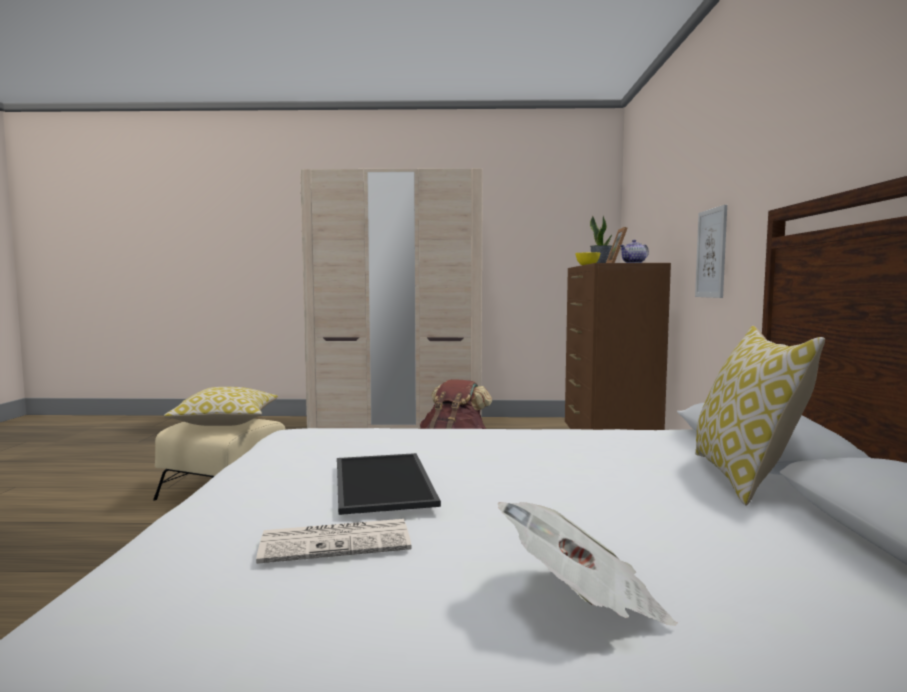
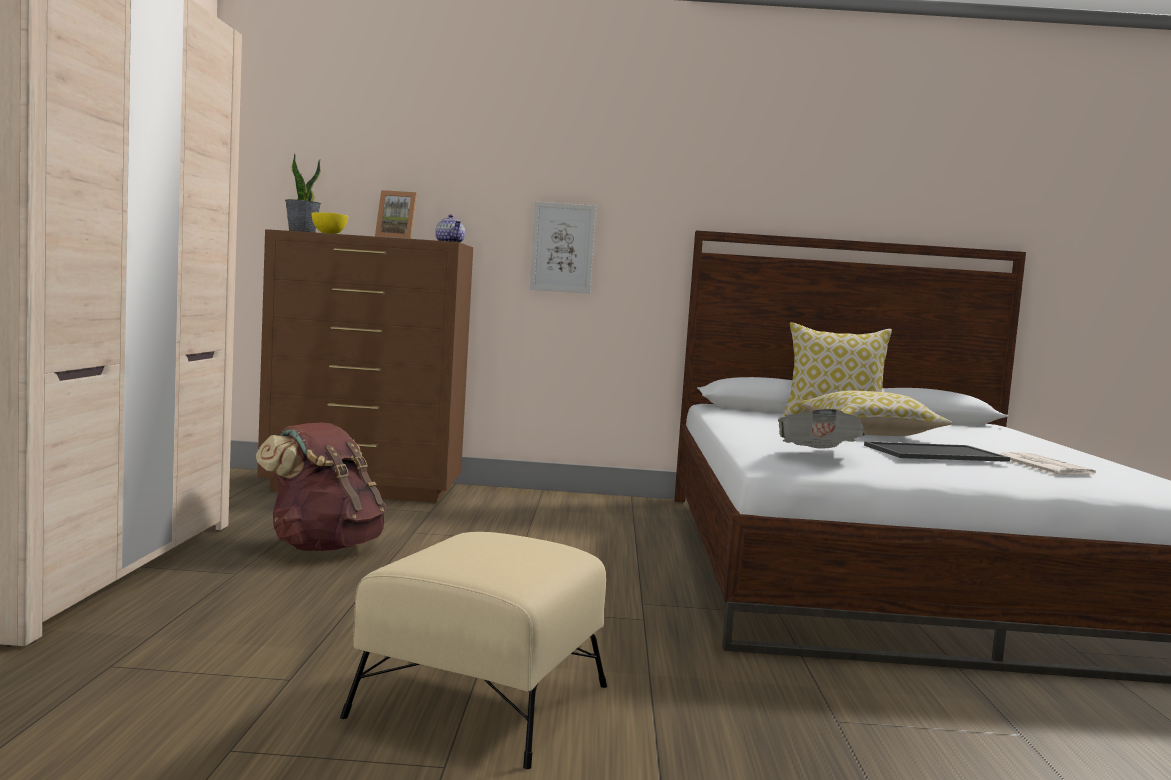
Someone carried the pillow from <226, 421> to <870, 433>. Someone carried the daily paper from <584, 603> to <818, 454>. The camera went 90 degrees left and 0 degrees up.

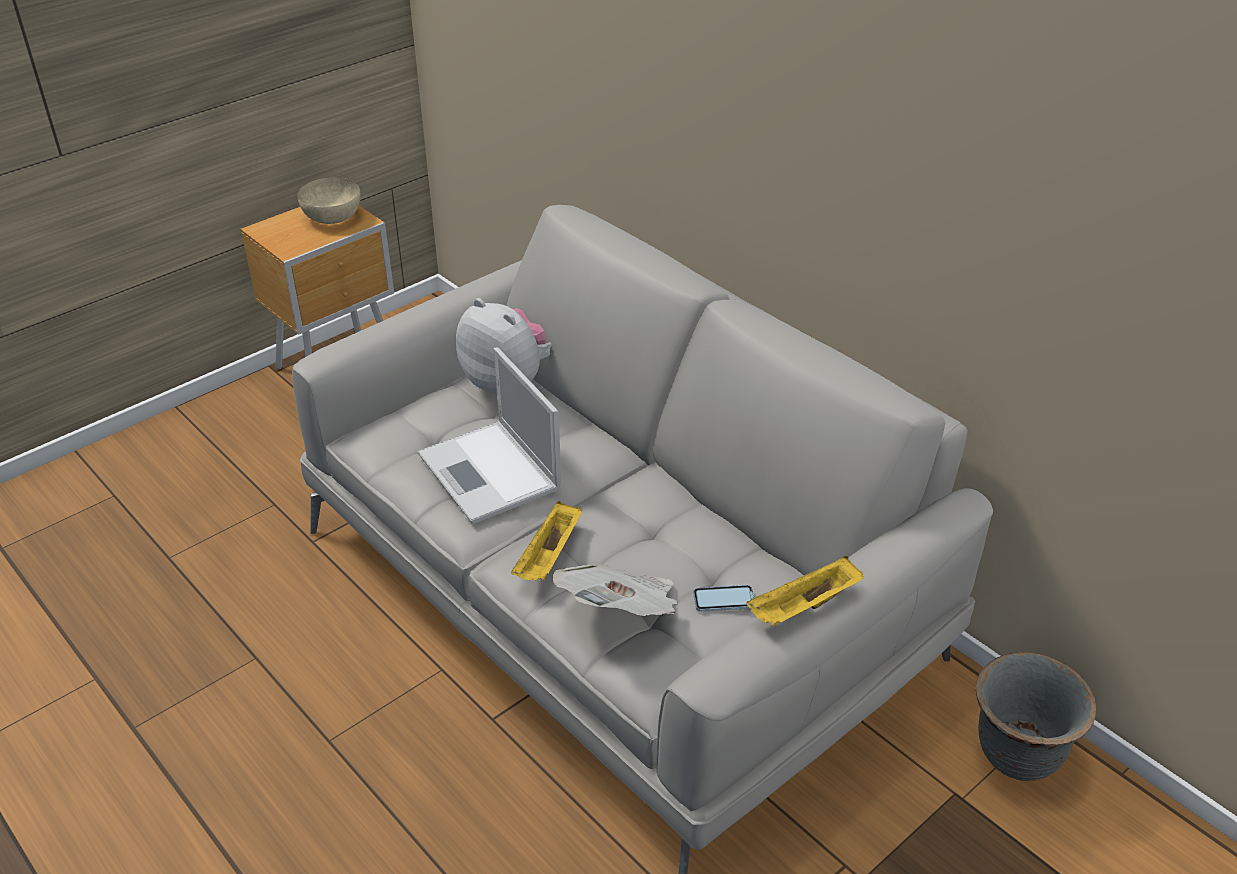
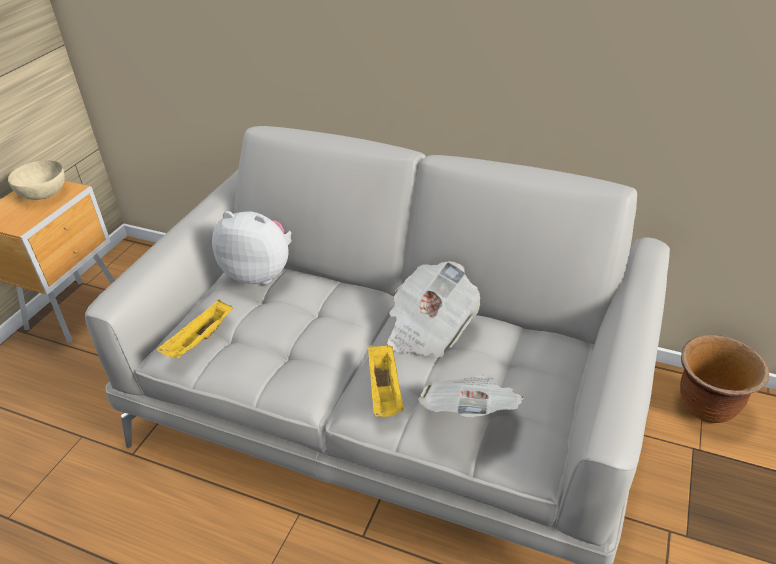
Someone took away the laptop at <491, 473>. Someone carried the yellow-coloured tray from <804, 608> to <200, 340>. Someone took away the phone at <724, 600>. Someone repainted the greyish planter at <1017, 755>, which became the brown planter at <707, 407>. Someone put down the daily paper at <429, 329>. The camera went 25 degrees left and 0 degrees up.

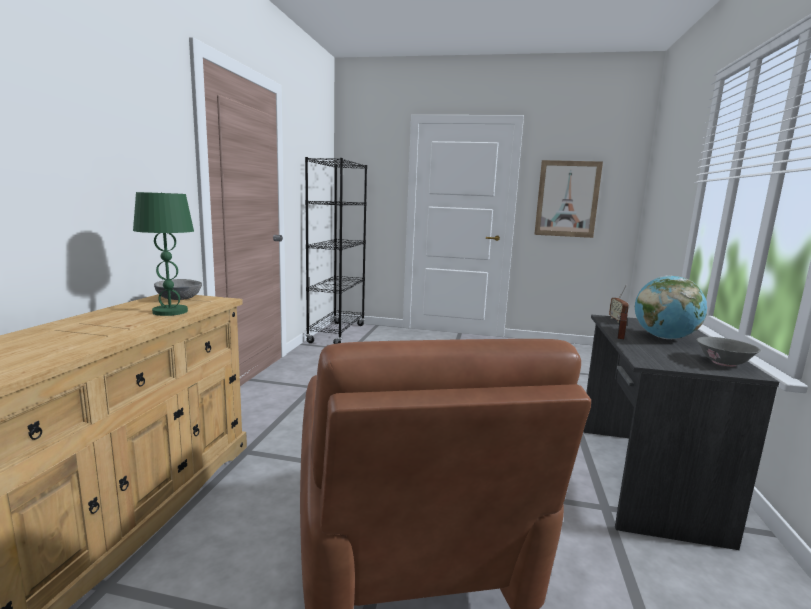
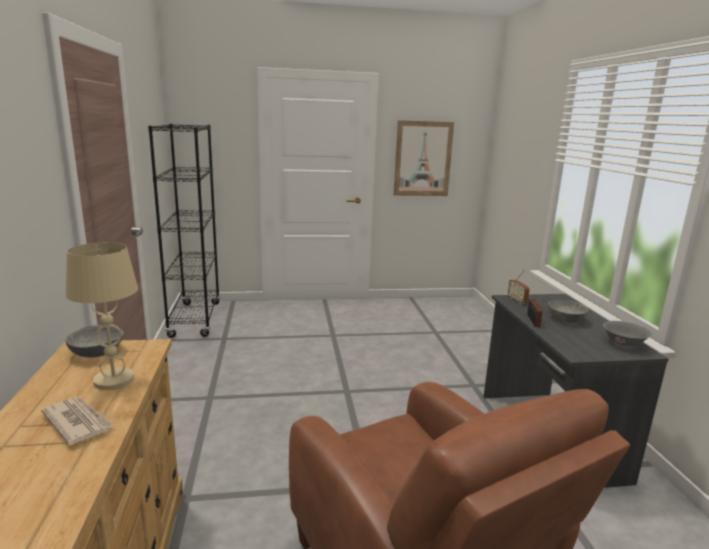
Someone repainted the green-coloured tabletop lamp at <170, 311>, which became the beige tabletop lamp at <114, 380>. Someone swapped the desk globe at <664, 338> for the greyish serving bowl at <565, 319>. Someone put down the daily paper at <78, 422>. The camera went 20 degrees left and 5 degrees up.

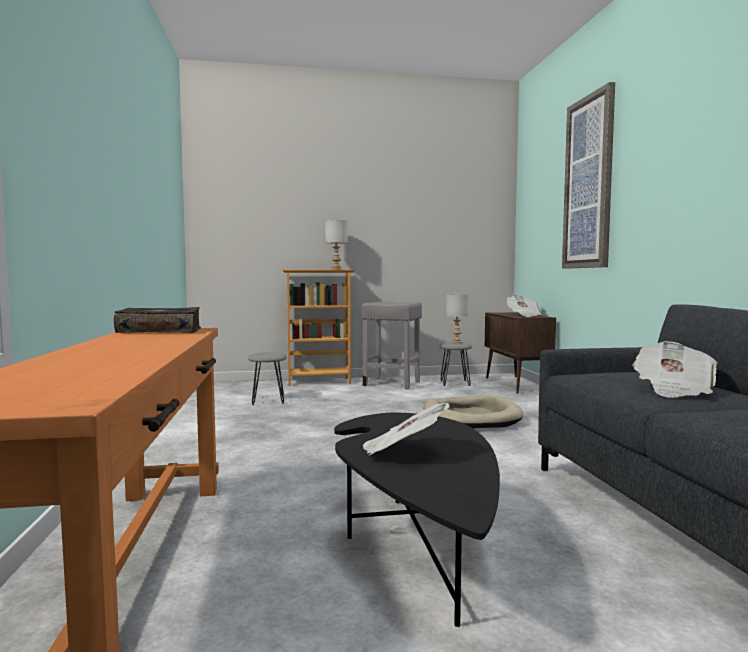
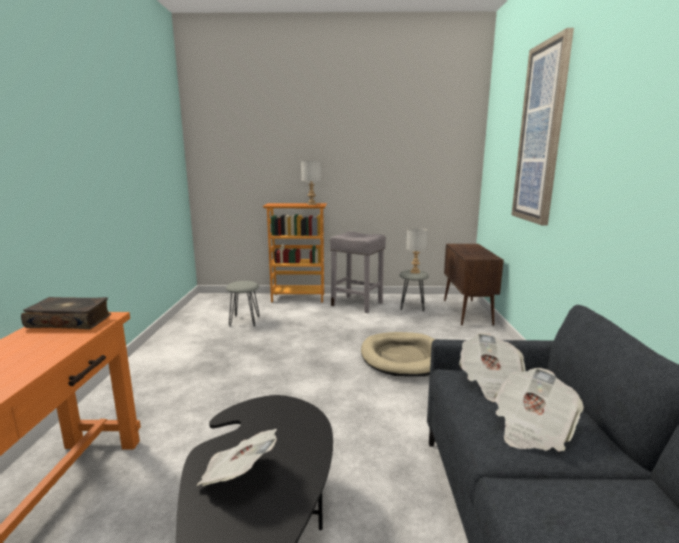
Someone carried the daily paper from <523, 315> to <491, 383>. The camera went 10 degrees right and 10 degrees up.

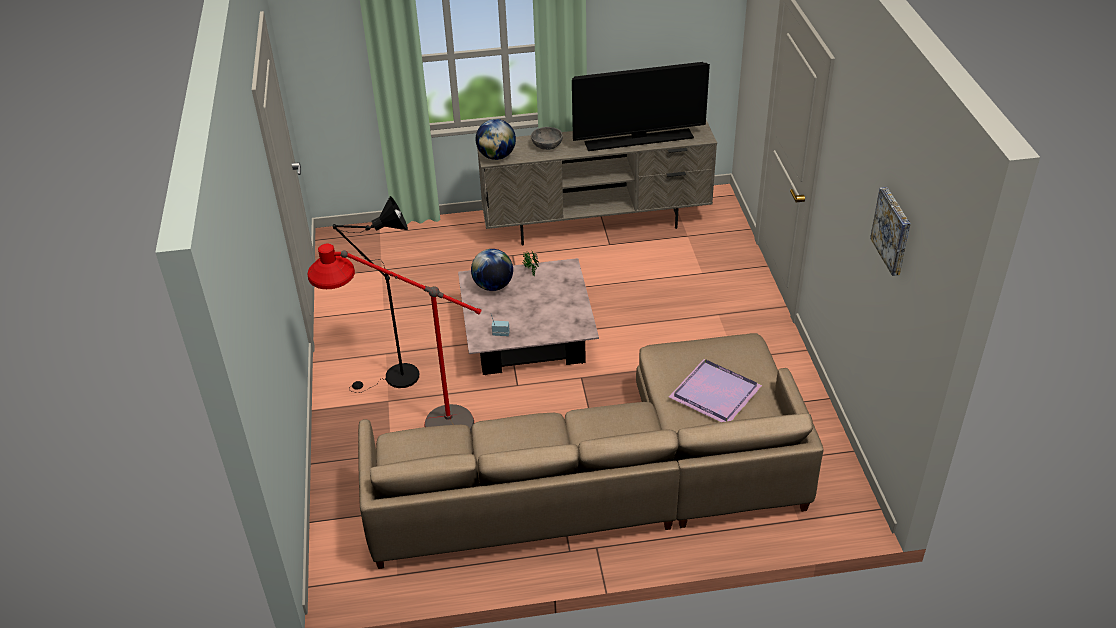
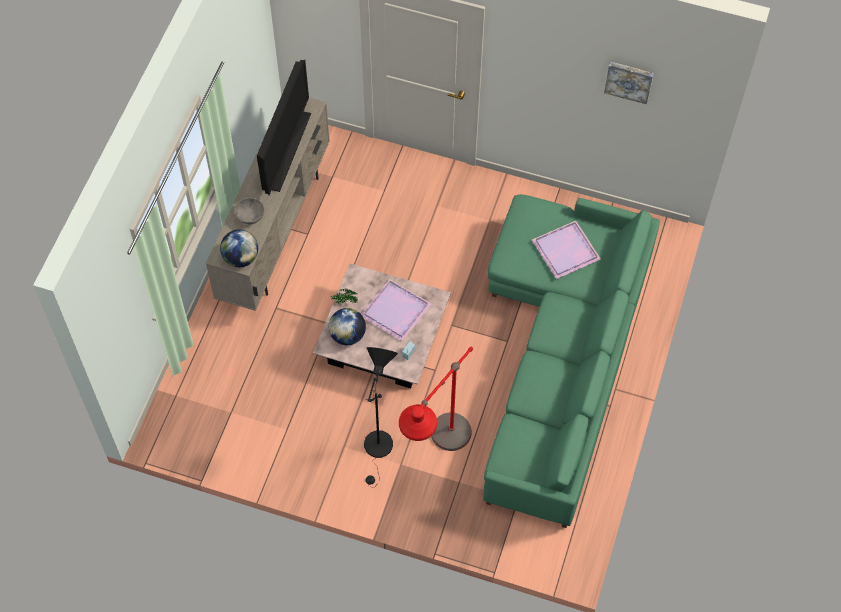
Someone repainted the beige settee at <610, 479>, which became the green-coloured settee at <561, 354>. Someone put down the purple-coloured tray at <396, 312>. The camera went 65 degrees left and 20 degrees up.

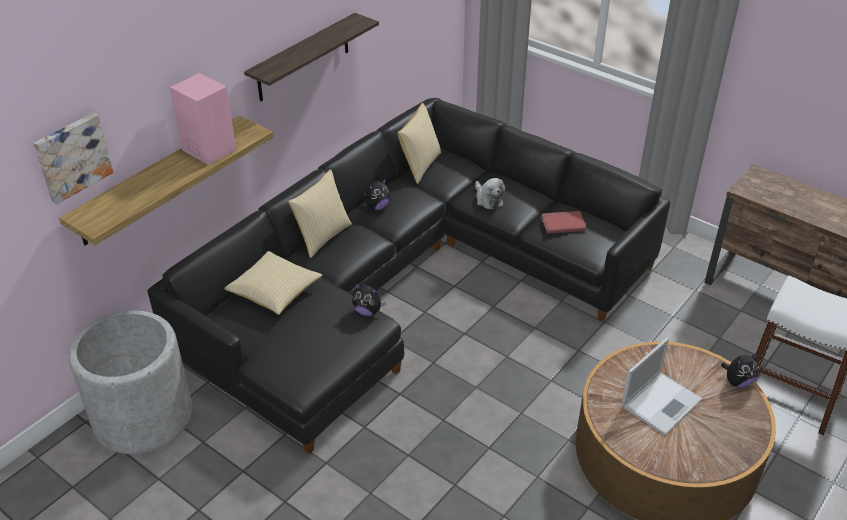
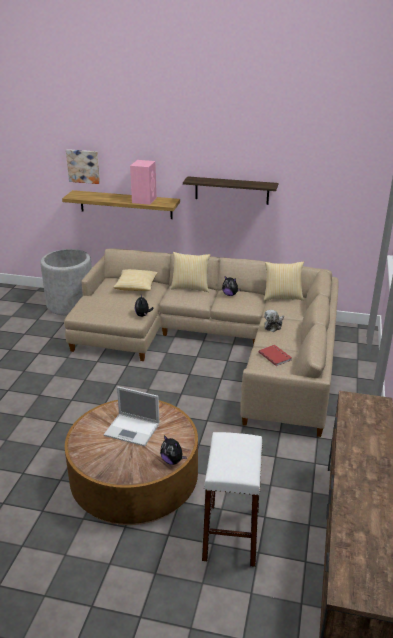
Someone repainted the black settee at <405, 282>, which became the beige settee at <216, 344>. The camera went 65 degrees right and 10 degrees down.

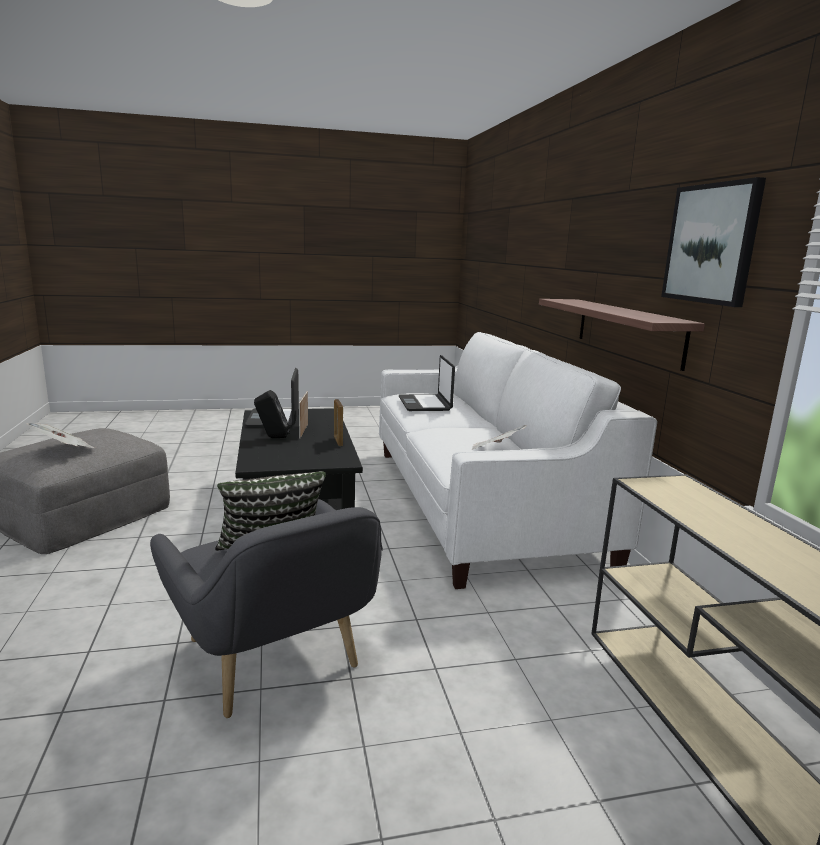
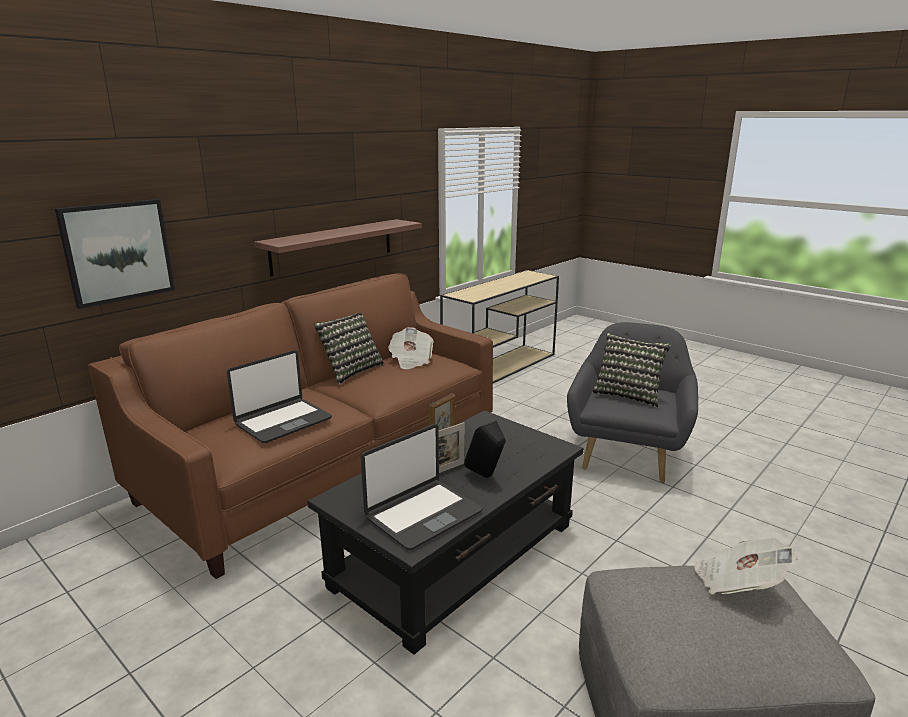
Someone carried the picture from <711, 244> to <117, 251>. Someone repainted the white settee at <477, 502>, which became the brown settee at <325, 465>. Someone put down the pillow at <351, 371>. The camera went 125 degrees left and 5 degrees up.

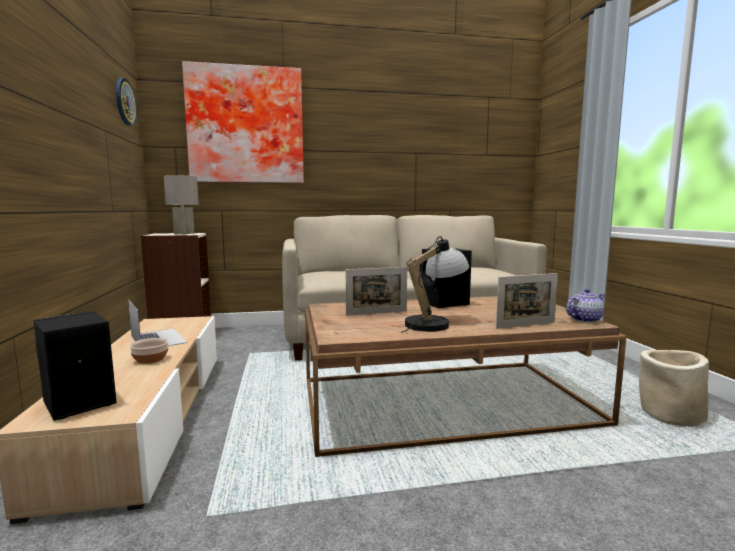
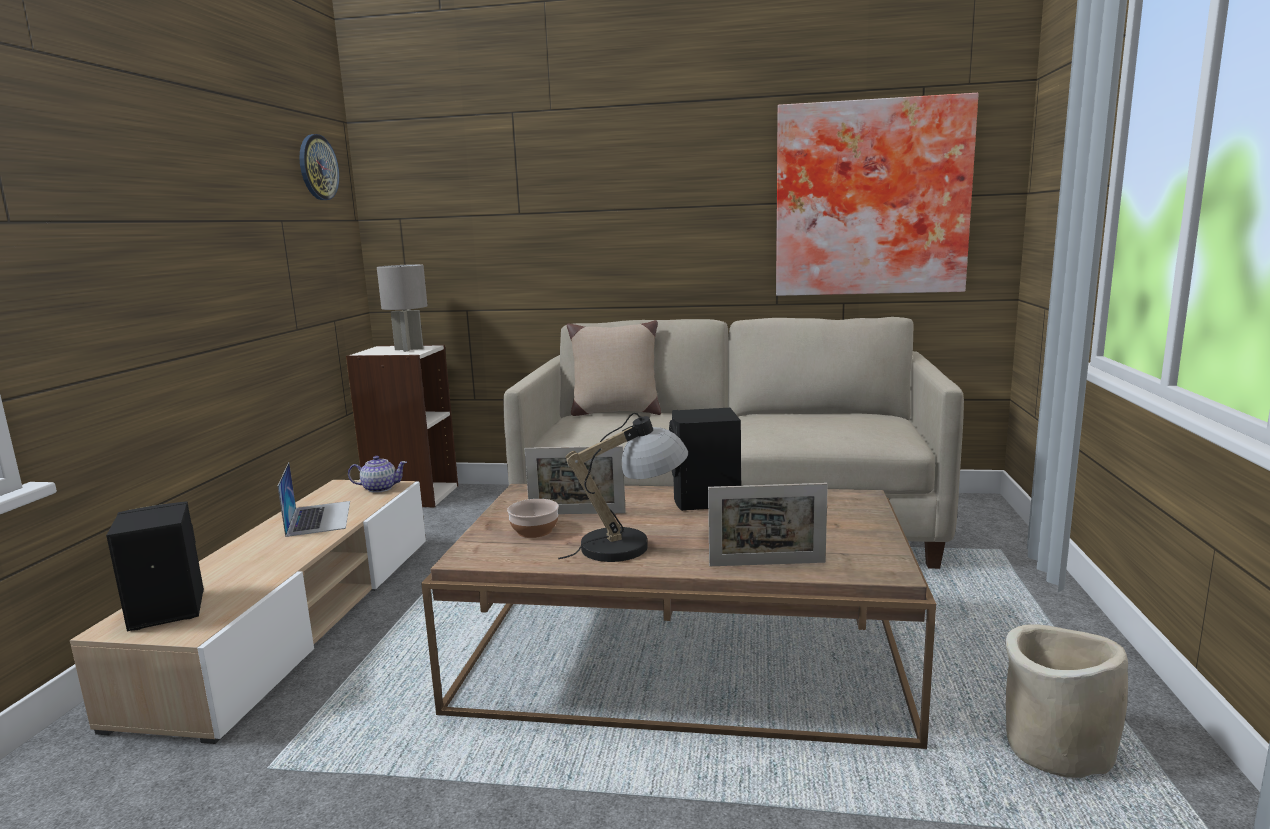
Someone carried the picture from <246, 126> to <870, 199>. Someone carried the pot for tea from <584, 319> to <379, 488>. Someone carried the serving bowl from <150, 359> to <534, 530>. Someone put down the beige pillow at <615, 412>. The camera went 20 degrees right and 5 degrees up.

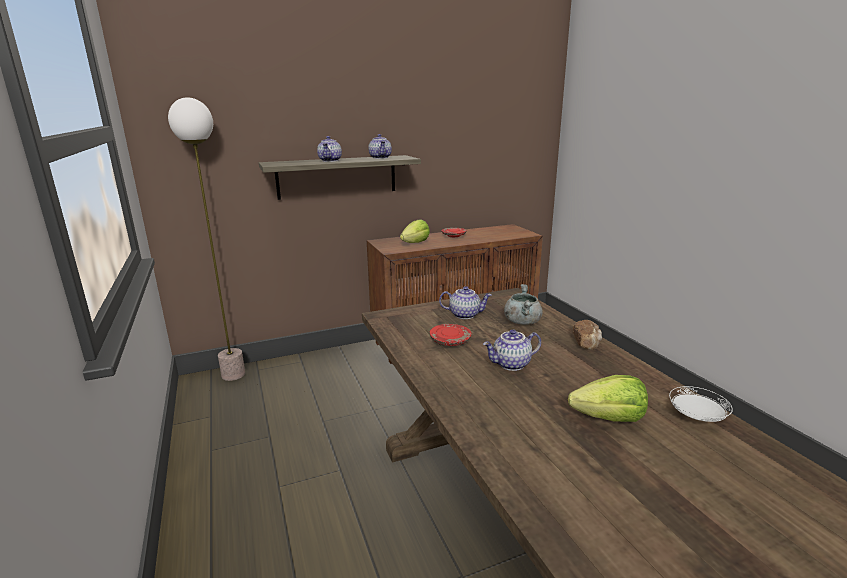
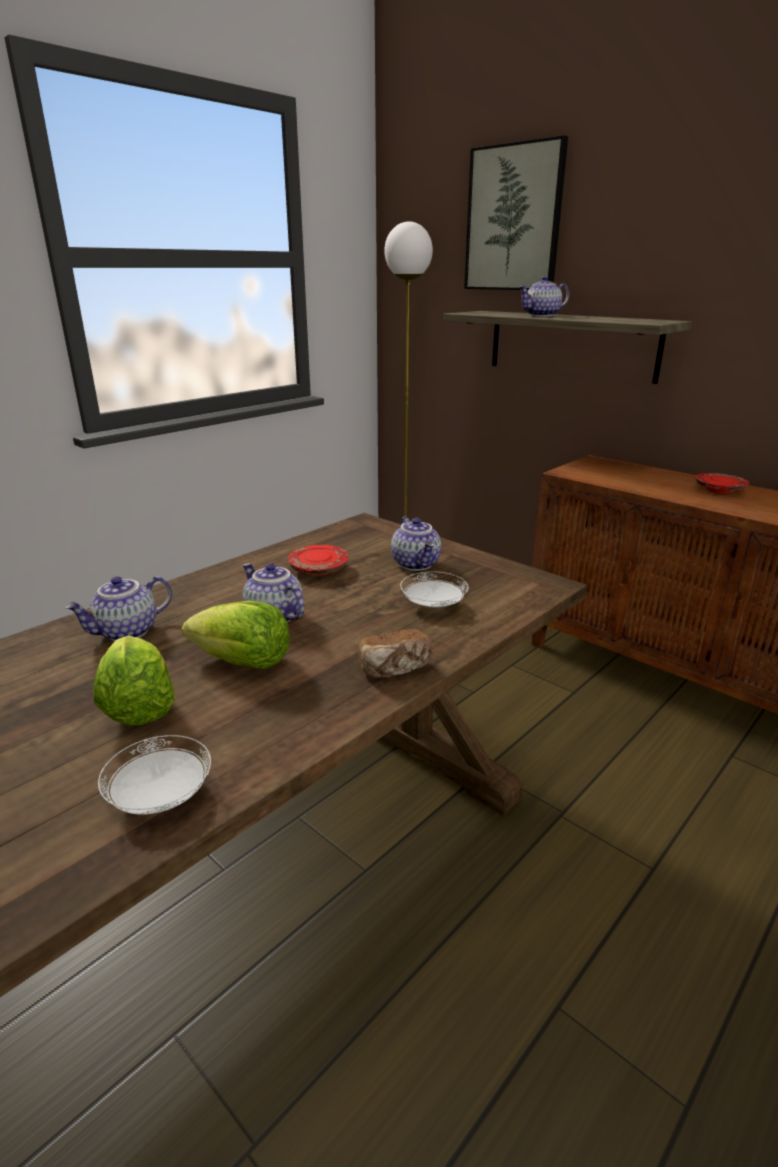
Someone carried the pot for tea from <381, 157> to <127, 632>. Someone carried the lettuce from <415, 243> to <242, 662>. Someone swapped the greyish saucepot at <522, 321> for the white flat dish at <434, 605>. Someone put up the picture at <514, 219>. The camera went 65 degrees right and 5 degrees up.

